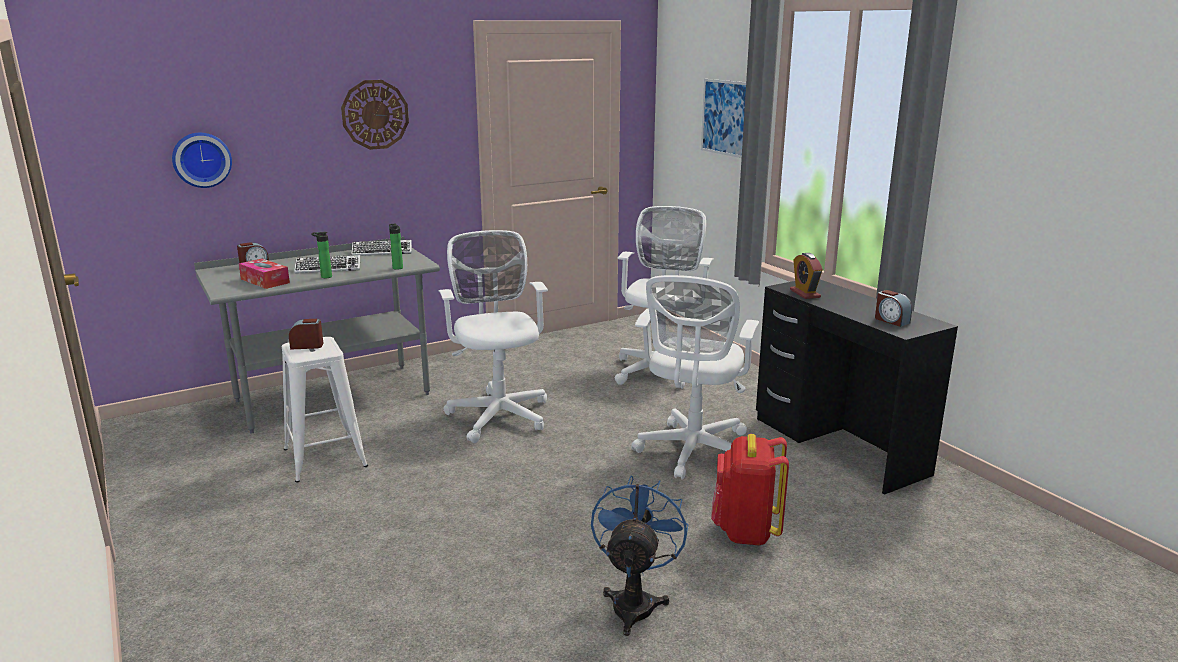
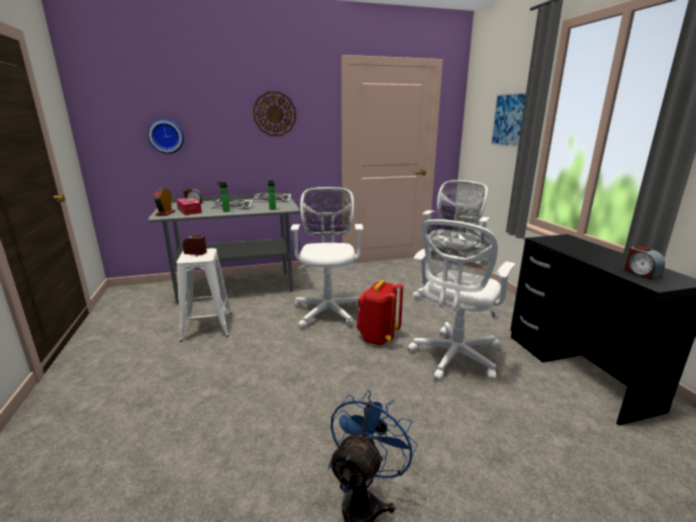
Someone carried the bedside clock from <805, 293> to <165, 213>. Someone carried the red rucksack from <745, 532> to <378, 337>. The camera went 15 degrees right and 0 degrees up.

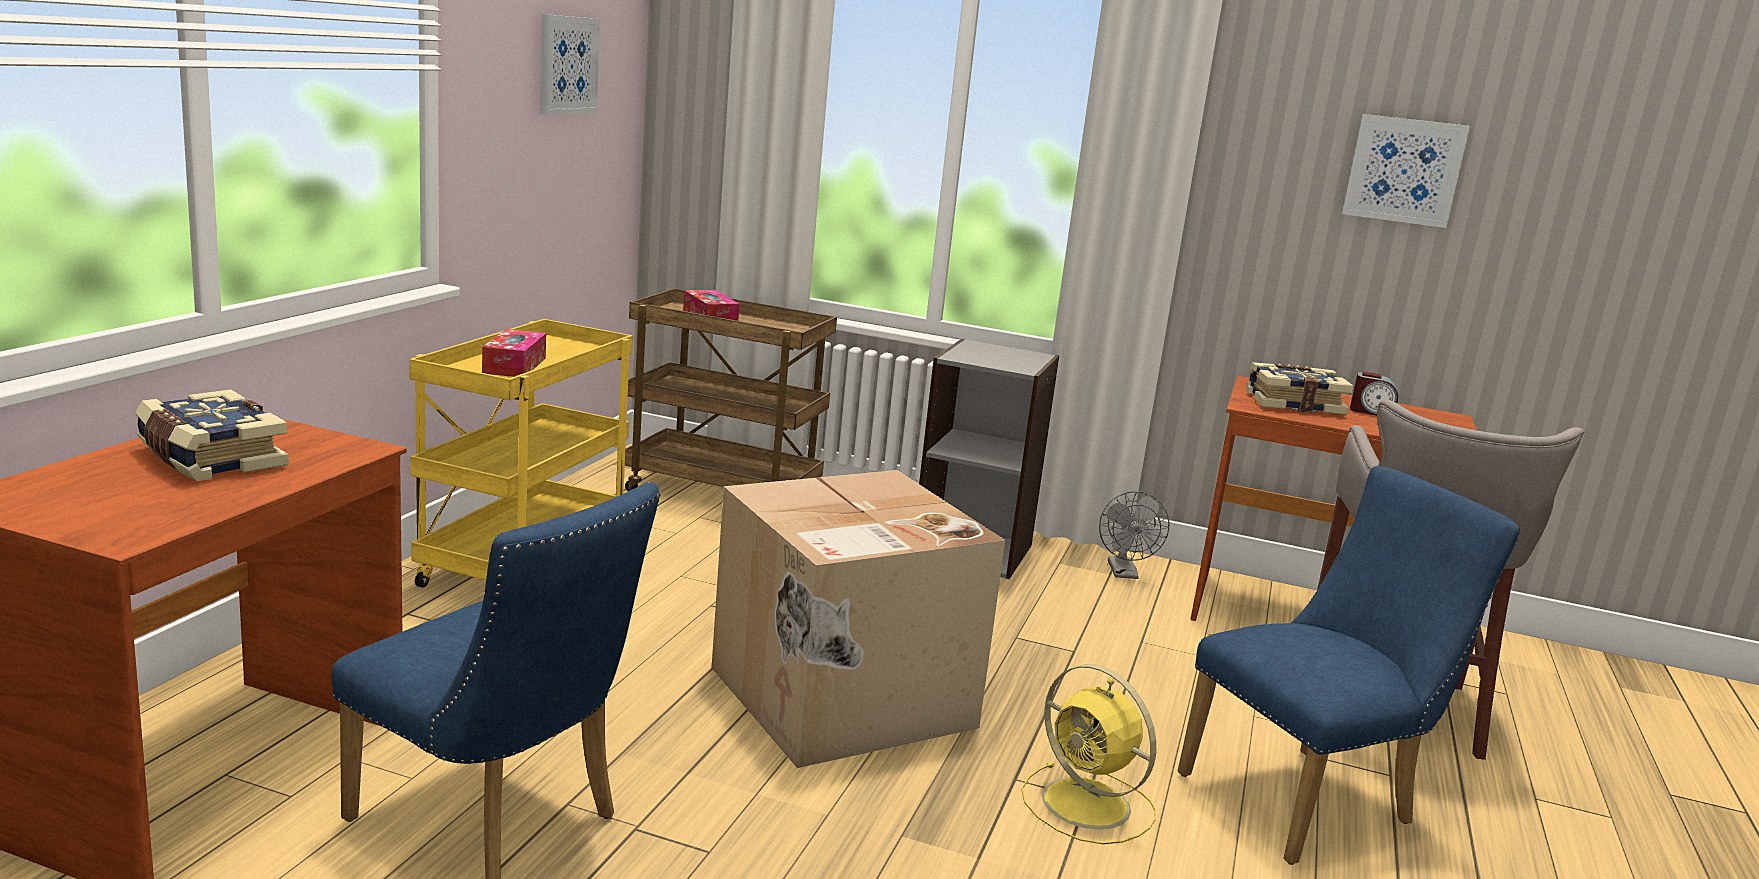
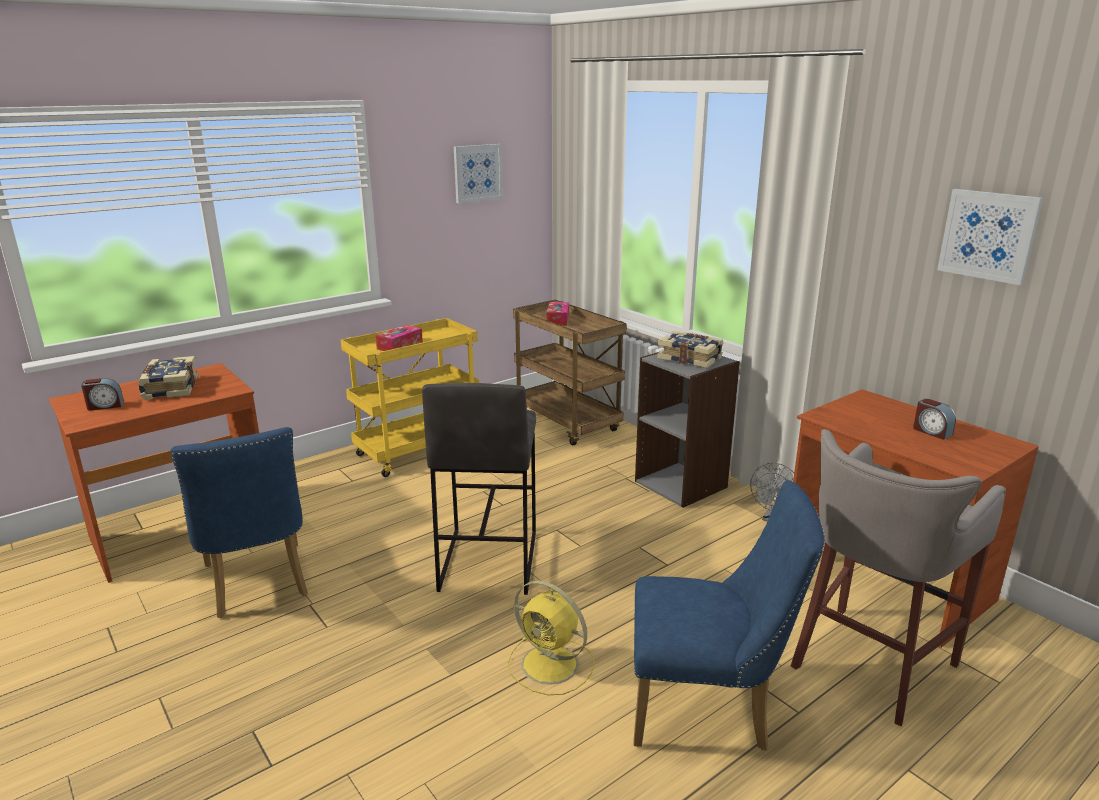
Someone carried the bound book from <1293, 403> to <690, 358>. Someone swapped the cardboard box at <840, 699> for the greyish stool at <487, 561>. Someone rotated the yellow-coloured electric fan at <1089, 805> by 45 degrees counterclockwise. Someone put down the bedside clock at <105, 406>. The camera went 35 degrees right and 5 degrees up.

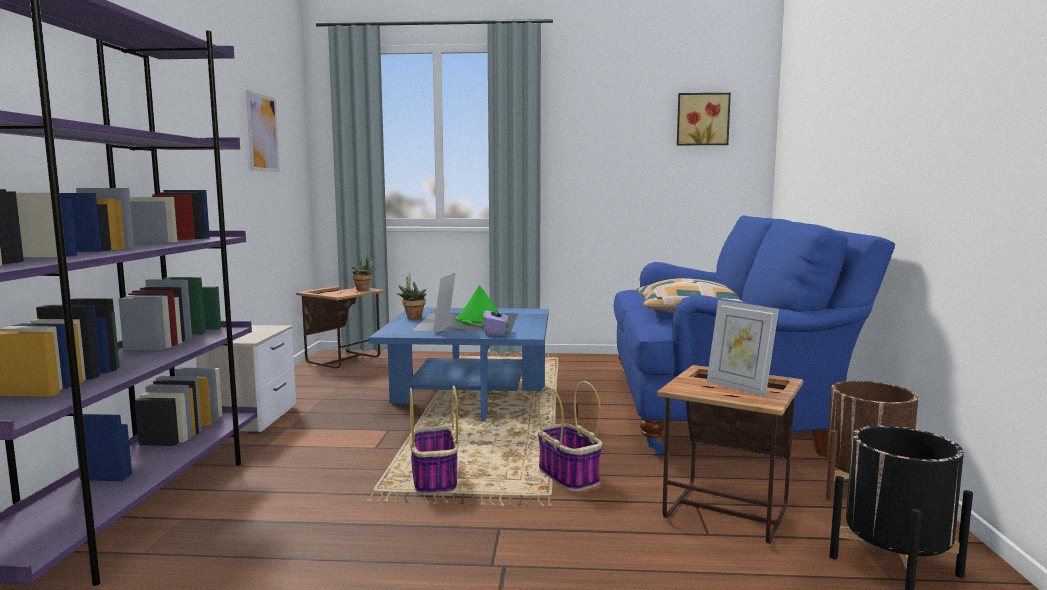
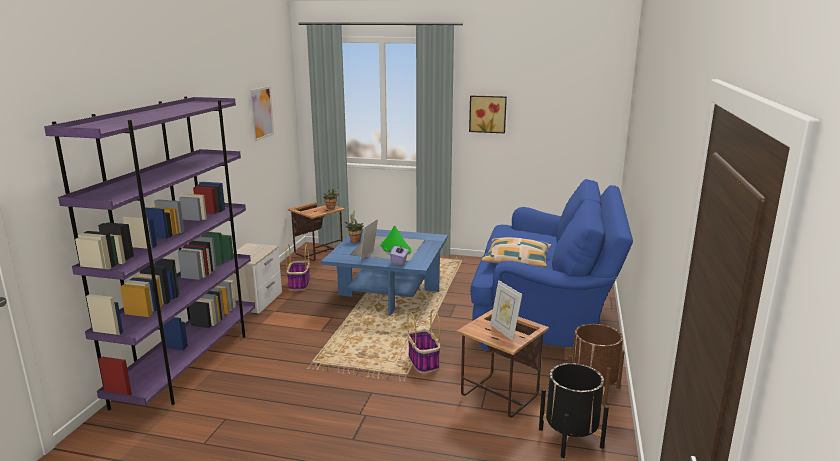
Someone carried the picture from <702, 119> to <487, 114>. Someone carried the household basket from <434, 479> to <299, 284>. The camera went 10 degrees right and 10 degrees up.

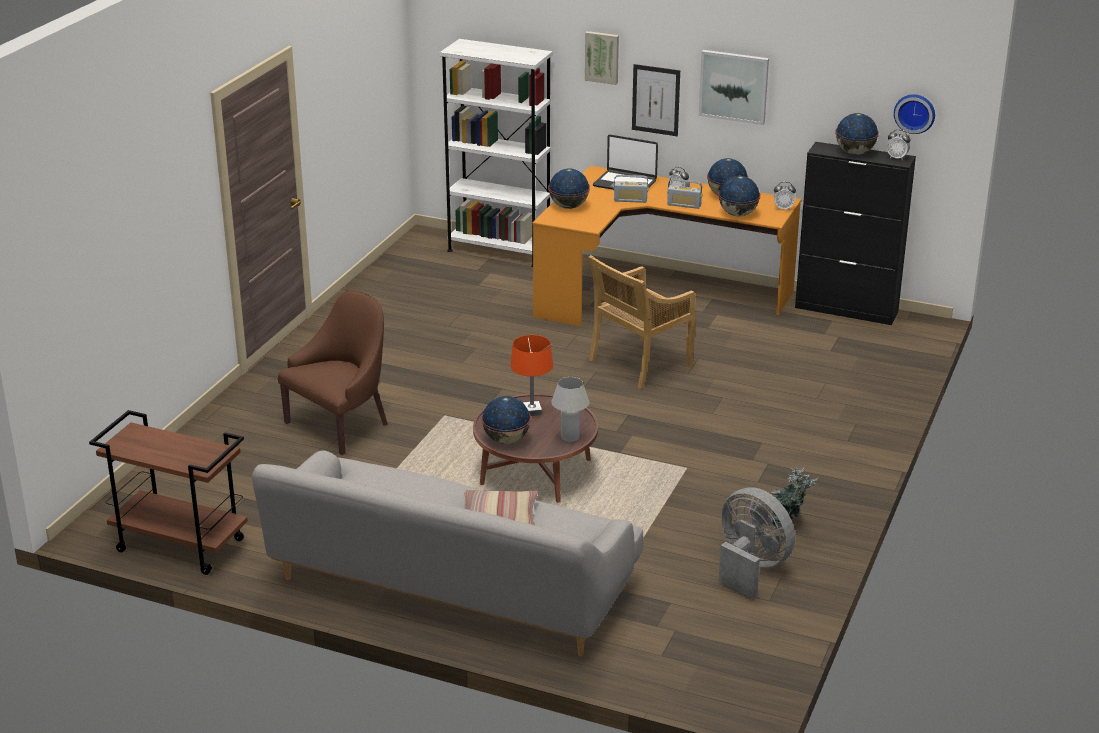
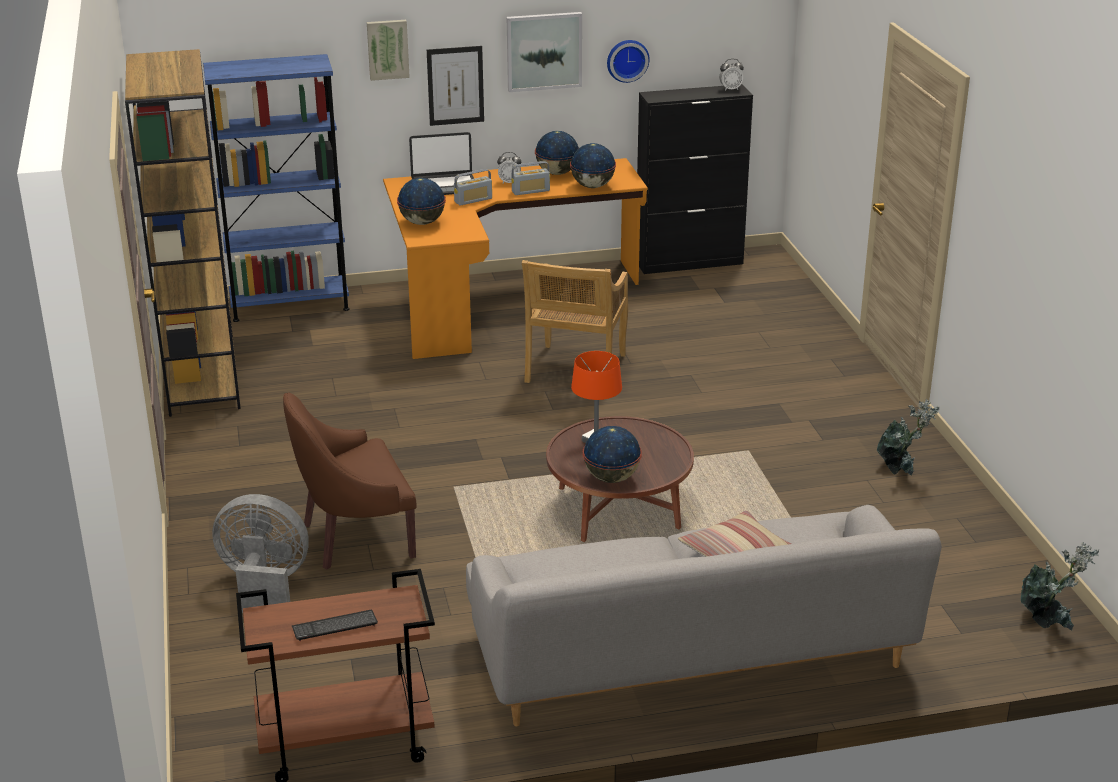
Someone repainted the white shelving unit at <499, 250>, which became the bluish shelving unit at <289, 305>. Someone carried the hanging clock from <915, 112> to <627, 60>. Someone took away the desk globe at <854, 153>. Someone took away the bedside clock at <783, 208>. Someone rotated the brown easy chair at <341, 424> by 120 degrees counterclockwise. Someone took away the white tabletop lamp at <570, 437>. Someone carried the greyish electric fan from <750, 568> to <264, 586>. Someone put down the brown shelving unit at <201, 380>. Someone put down the plant in a pot at <1049, 622>. Someone put down the computer keyboard at <334, 626>. The camera went 35 degrees left and 0 degrees up.

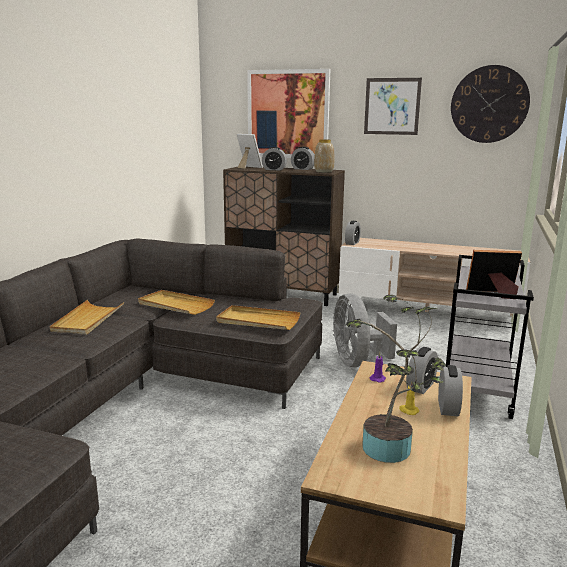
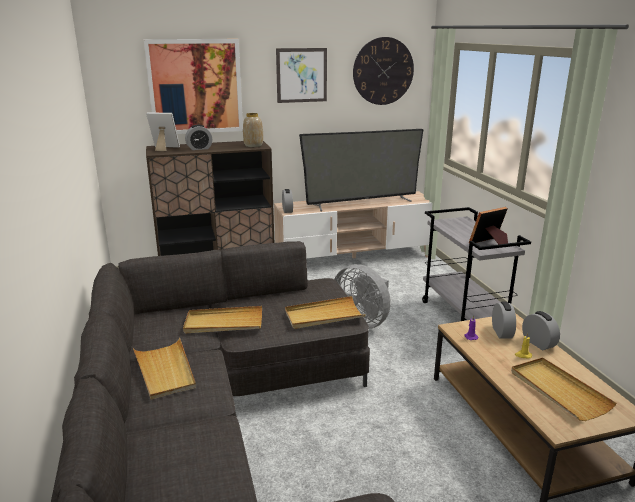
Someone took away the bedside clock at <303, 169>. Someone swapped the plant in a pot at <391, 450> for the beige tray at <558, 390>. Someone put down the TV set at <362, 203>. The camera went 35 degrees left and 5 degrees up.

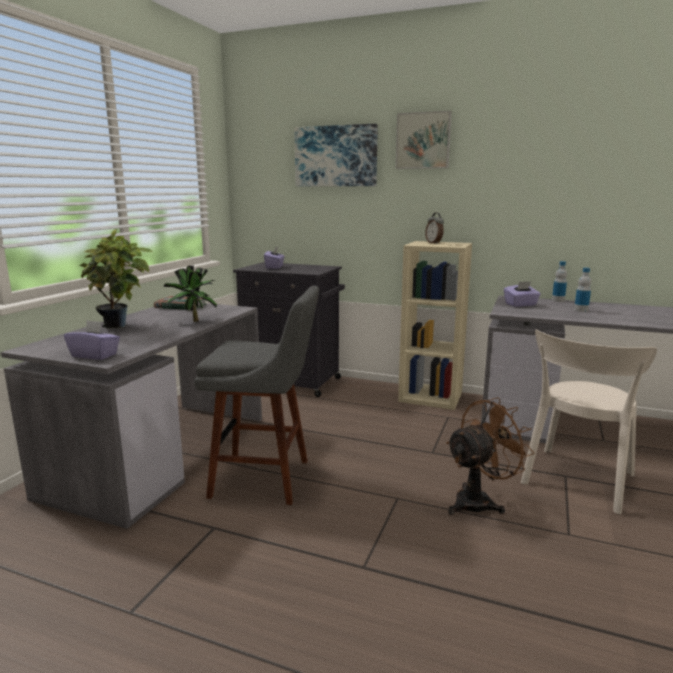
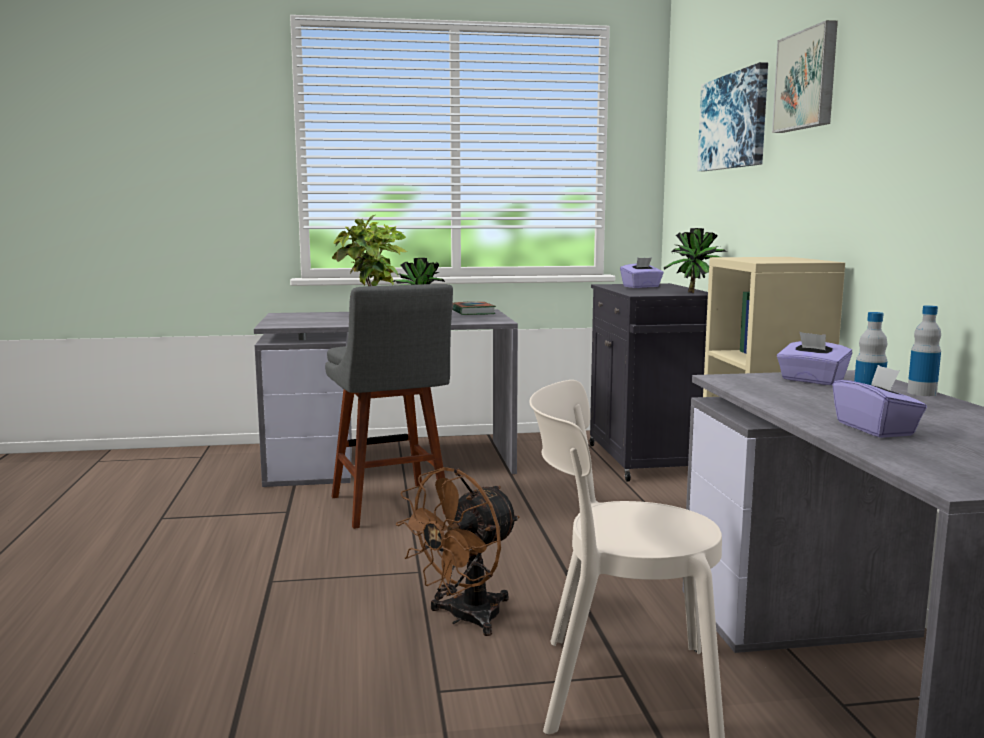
Someone took away the bedside clock at <434, 243>. Someone carried the purple-coloured box of tissues from <95, 355> to <875, 429>. Someone rotated the brown electric fan at <479, 501> by 105 degrees clockwise. Someone put down the plant in a pot at <696, 293>. The camera went 60 degrees right and 5 degrees down.

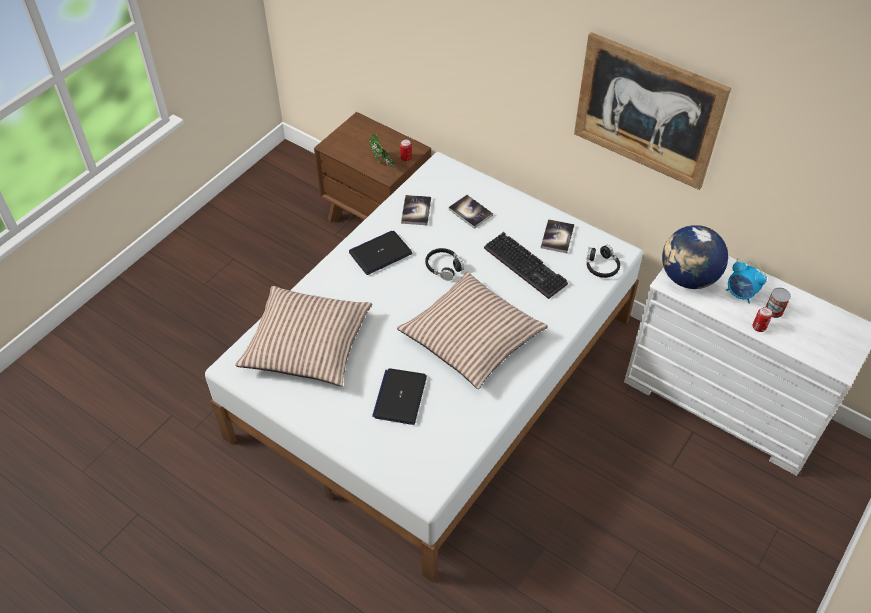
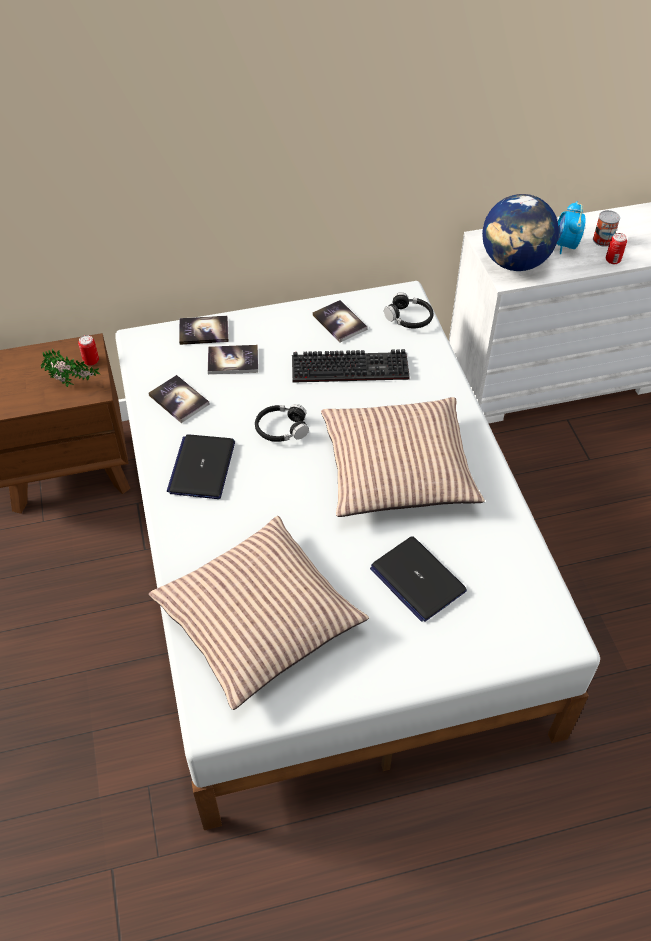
Someone took away the picture at <647, 111>. Someone rotated the bedside clock at <740, 294> by 105 degrees clockwise. Someone put down the bound book at <204, 331>. The camera went 50 degrees left and 0 degrees up.

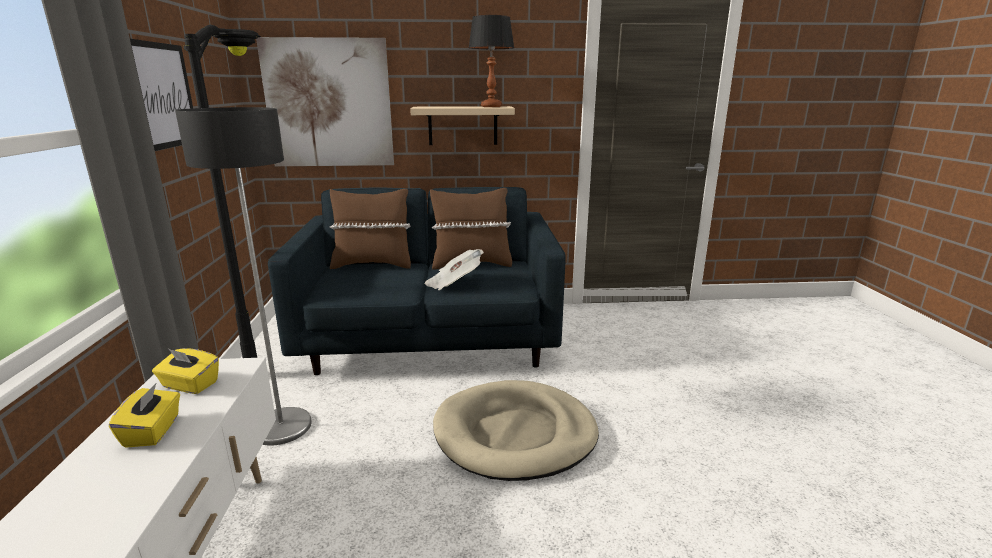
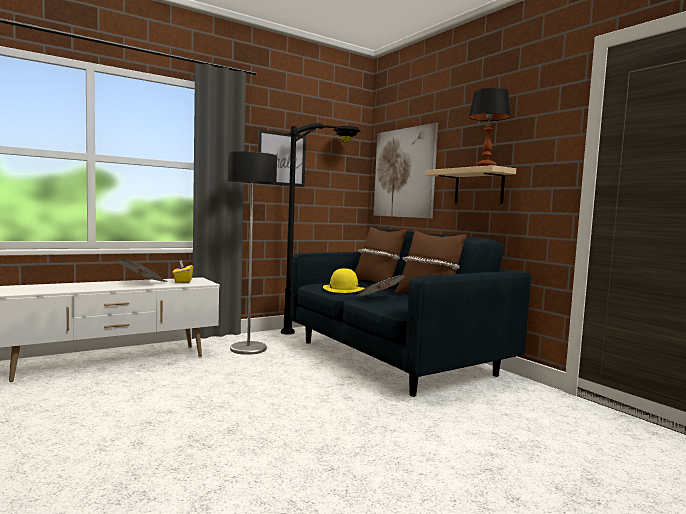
Someone took away the beige pet bed at <515, 434>. Someone swapped the yellow-coloured box of tissues at <153, 431> for the daily paper at <143, 283>. Someone put down the yellow-coloured hat at <343, 289>. The camera went 60 degrees right and 15 degrees down.

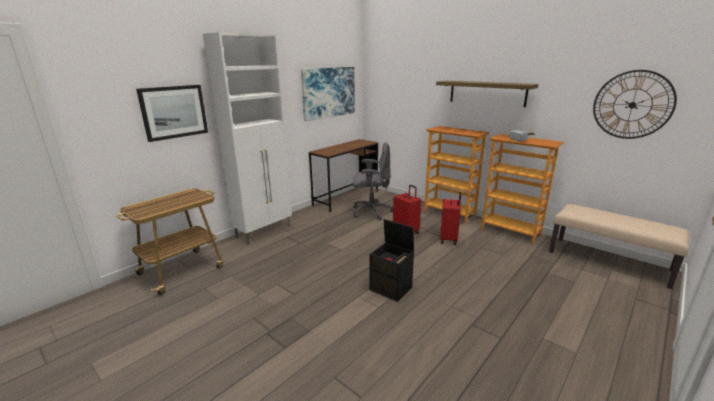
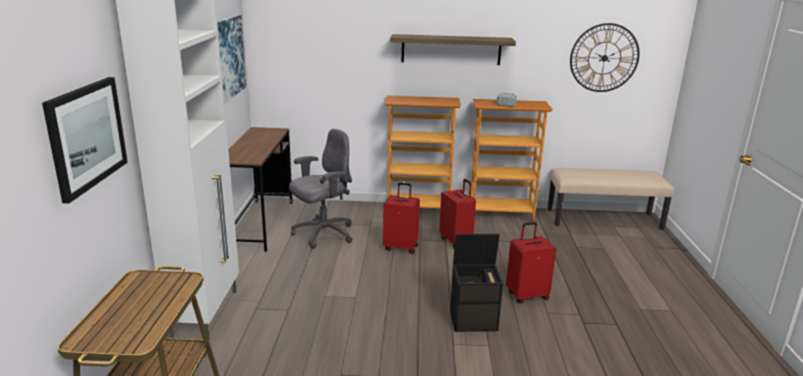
Someone put down the red travel case at <527, 295>. The camera went 40 degrees left and 0 degrees up.

